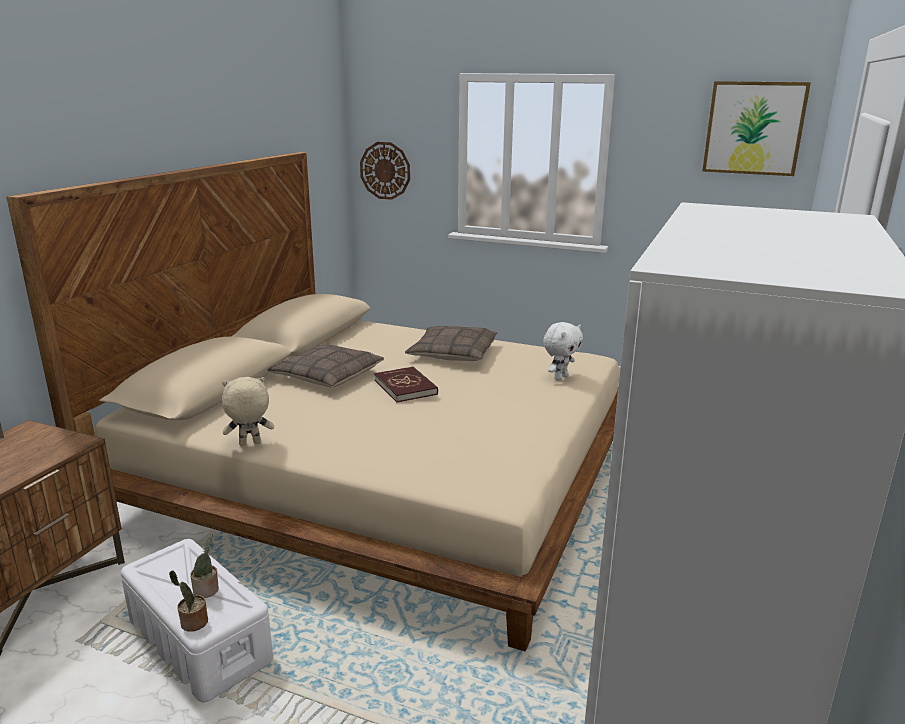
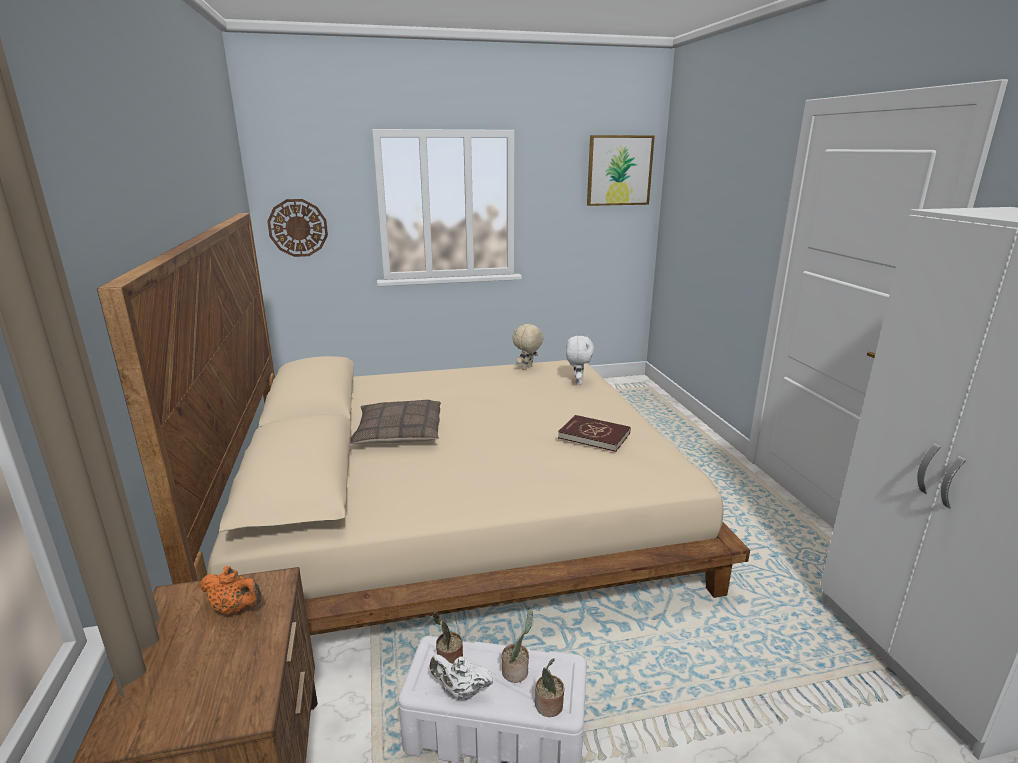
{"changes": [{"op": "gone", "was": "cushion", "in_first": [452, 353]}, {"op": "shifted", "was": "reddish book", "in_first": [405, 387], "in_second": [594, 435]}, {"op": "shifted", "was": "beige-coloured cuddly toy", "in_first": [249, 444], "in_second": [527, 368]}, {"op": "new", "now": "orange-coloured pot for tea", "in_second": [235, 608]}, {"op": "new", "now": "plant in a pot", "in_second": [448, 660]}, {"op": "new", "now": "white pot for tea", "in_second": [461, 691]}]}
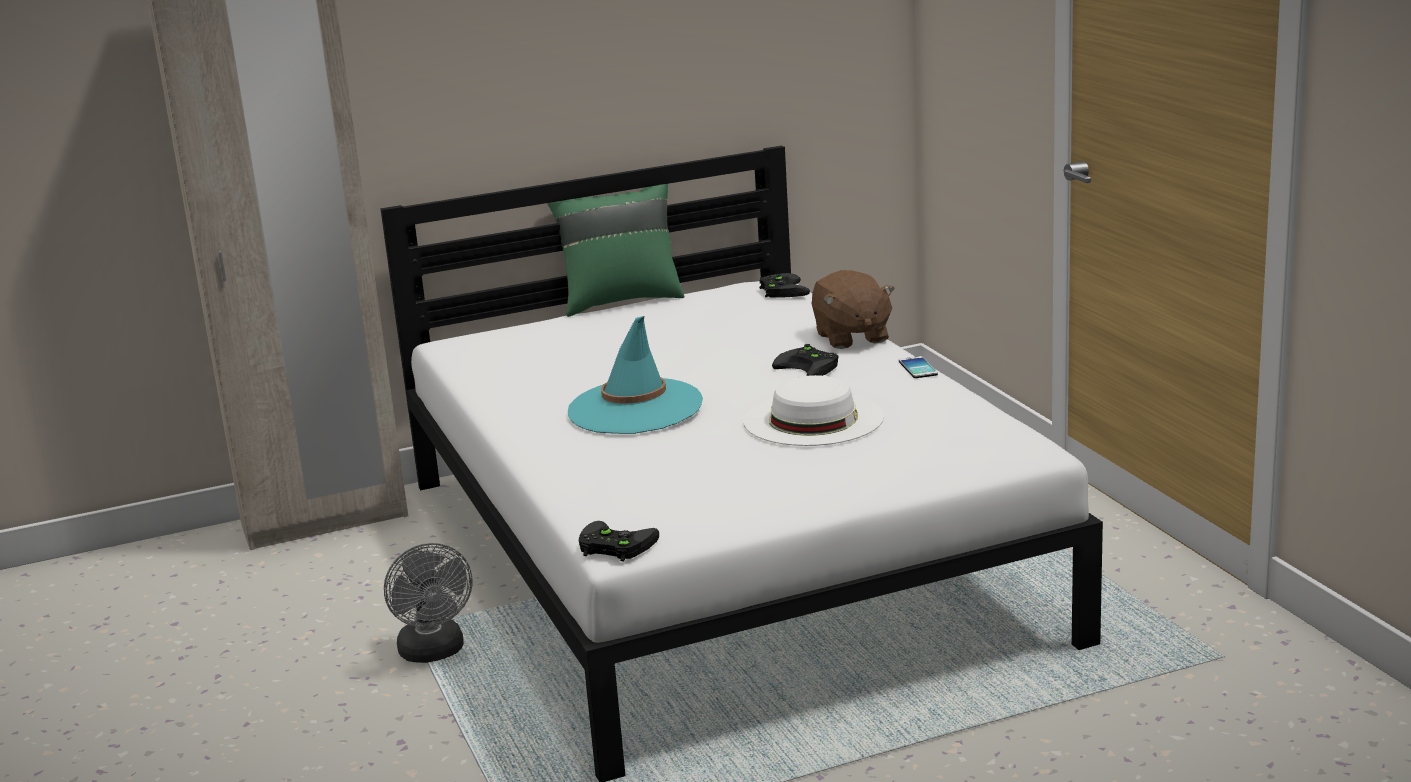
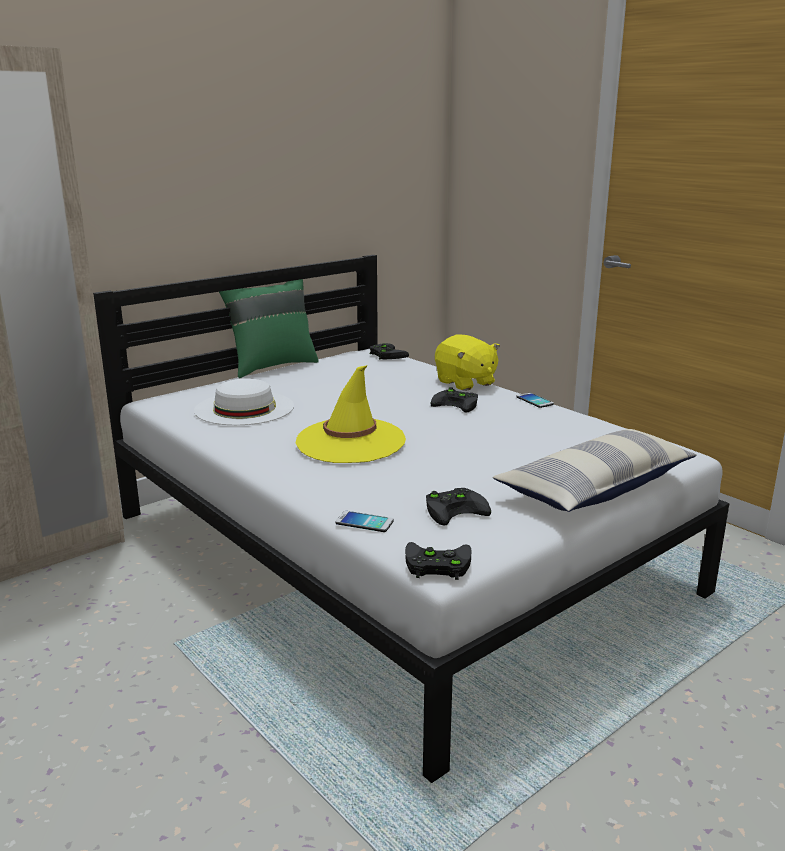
{"changes": [{"op": "repainted", "was": "brownish cuddly toy", "now": "yellow cuddly toy", "in_first": [851, 337], "in_second": [465, 383]}, {"op": "repainted", "was": "turquoise wearable hat", "now": "yellow wearable hat", "in_first": [635, 408], "in_second": [350, 441]}, {"op": "shifted", "was": "white wearable hat", "in_first": [813, 418], "in_second": [244, 408]}, {"op": "gone", "was": "gray cooling fan", "in_first": [434, 653]}, {"op": "new", "now": "cushion", "in_second": [596, 488]}, {"op": "new", "now": "black-coloured gamepad", "in_second": [456, 509]}, {"op": "new", "now": "telephone", "in_second": [364, 522]}]}
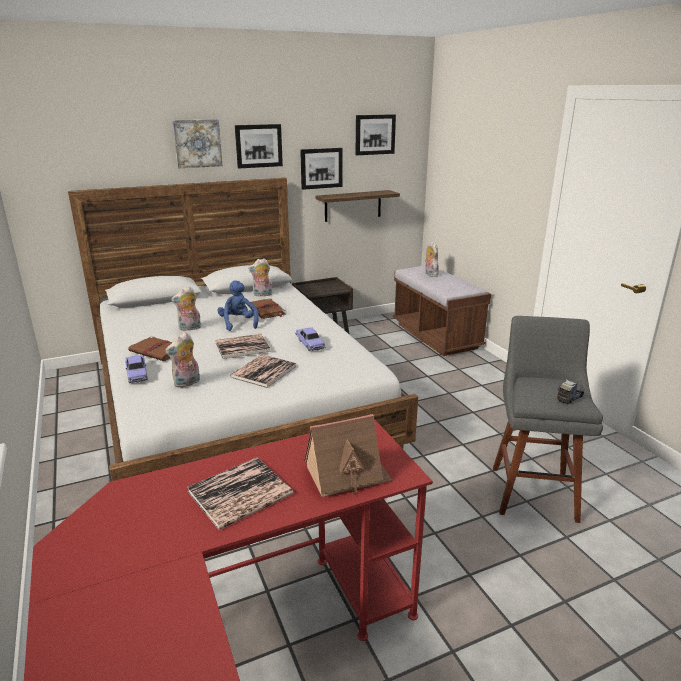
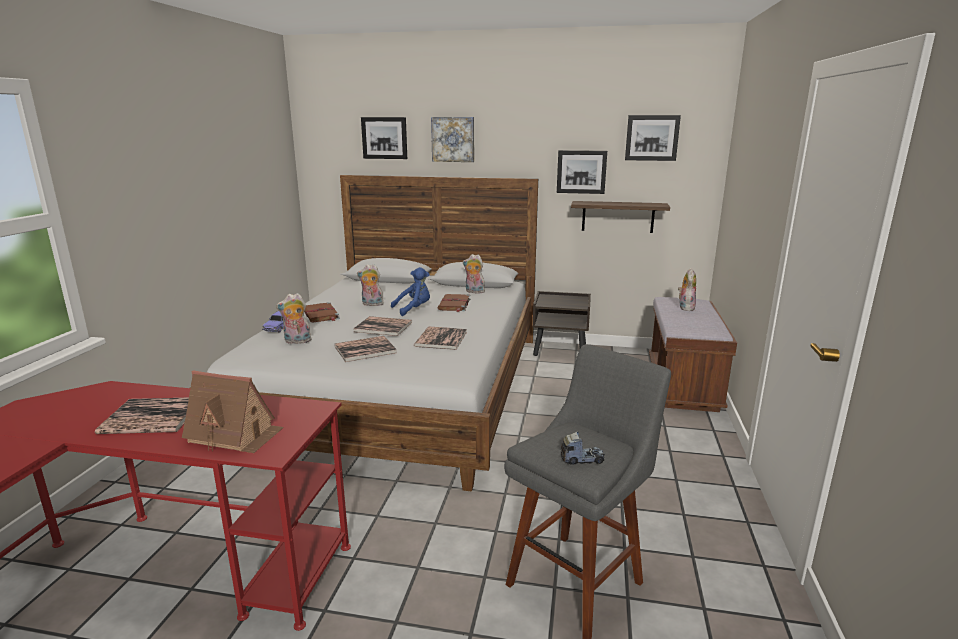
{"changes": [{"op": "shifted", "was": "wall picture", "in_first": [258, 146], "in_second": [384, 138]}, {"op": "rotated", "was": "blue cuddly toy", "in_first": [238, 323], "in_second": [414, 309], "clockwise": 45}, {"op": "swapped", "was": "miniature car", "now": "book", "in_first": [310, 344], "in_second": [441, 339]}]}
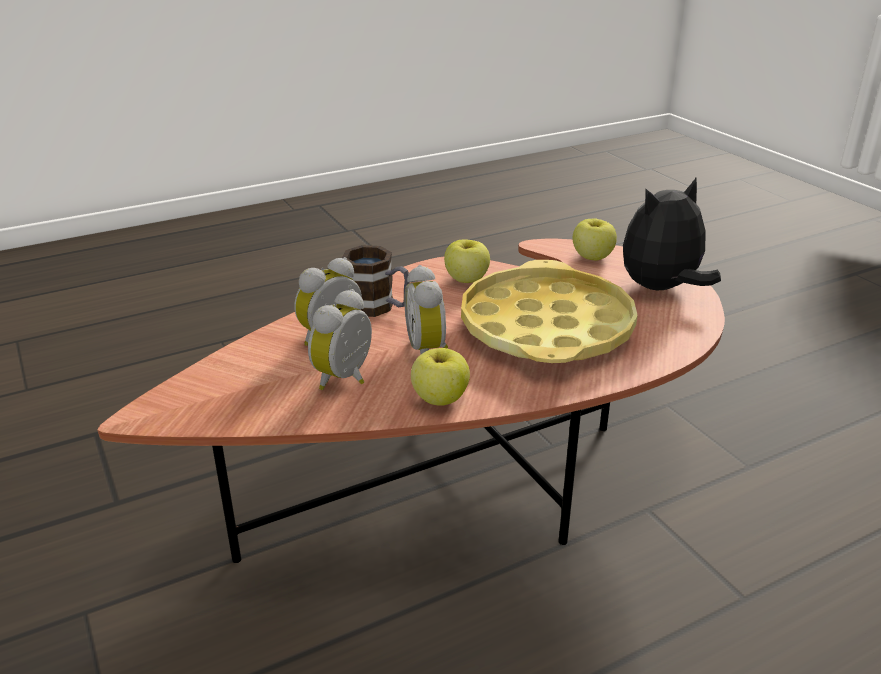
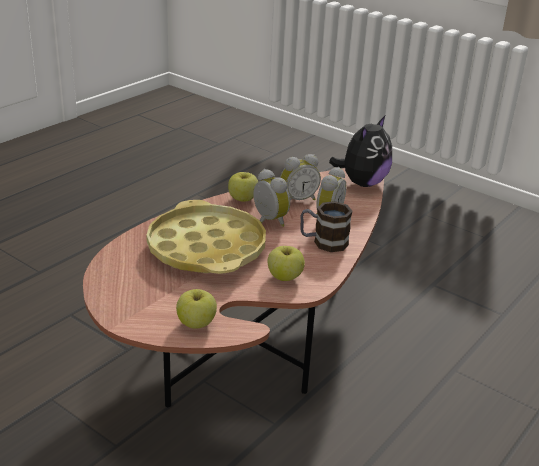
{"changes": [{"op": "shifted", "was": "cuddly toy", "in_first": [661, 289], "in_second": [362, 183]}, {"op": "rotated", "was": "bedside clock", "in_first": [347, 379], "in_second": [297, 200], "clockwise": 60}]}
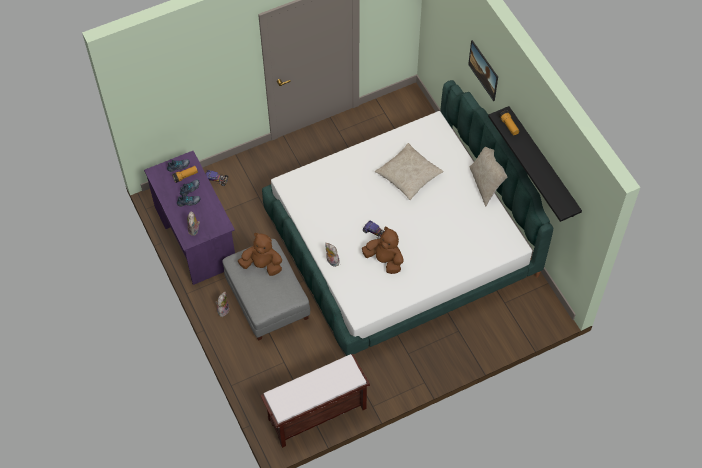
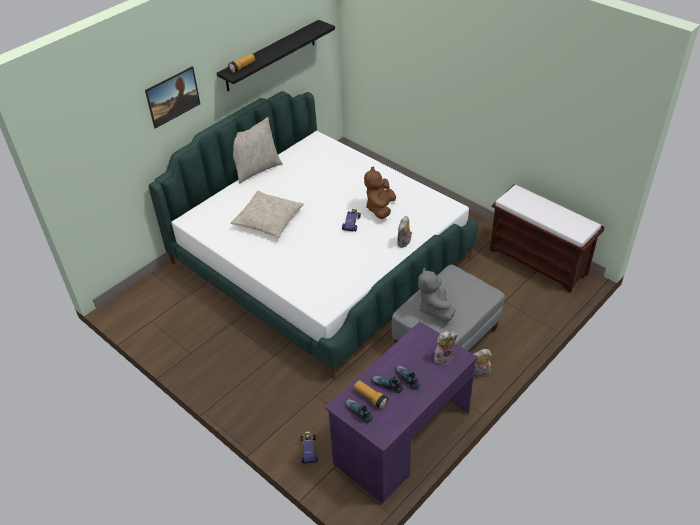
{"changes": [{"op": "repainted", "was": "brownish cuddly toy", "now": "gray cuddly toy", "in_first": [262, 265], "in_second": [434, 308]}]}
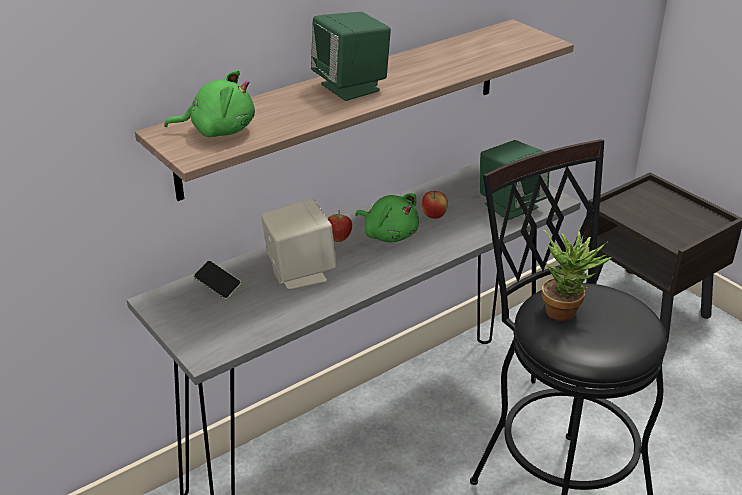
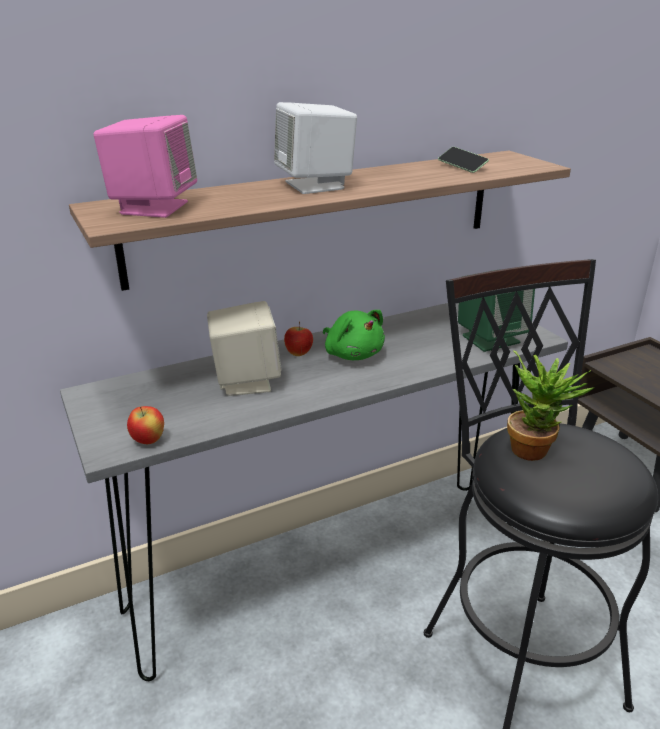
{"changes": [{"op": "repainted", "was": "green audio speaker", "now": "white audio speaker", "in_first": [351, 87], "in_second": [315, 185]}, {"op": "swapped", "was": "green cuddly toy", "now": "pink-coloured audio speaker", "in_first": [218, 130], "in_second": [153, 207]}, {"op": "shifted", "was": "whole apple", "in_first": [434, 216], "in_second": [148, 440]}, {"op": "shifted", "was": "telephone", "in_first": [218, 285], "in_second": [462, 167]}]}
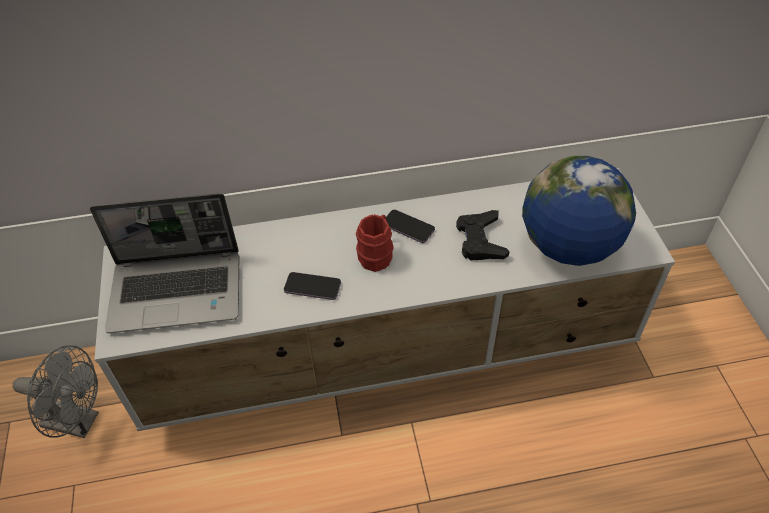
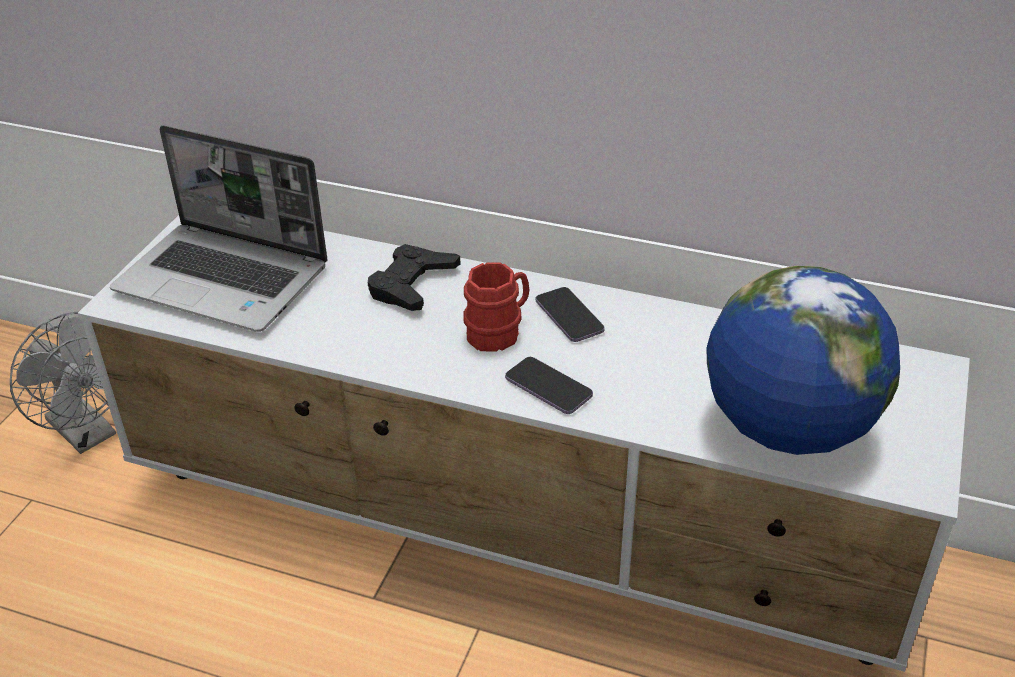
{"changes": [{"op": "shifted", "was": "black-coloured gamepad", "in_first": [480, 240], "in_second": [412, 284]}, {"op": "shifted", "was": "telephone", "in_first": [312, 287], "in_second": [548, 387]}]}
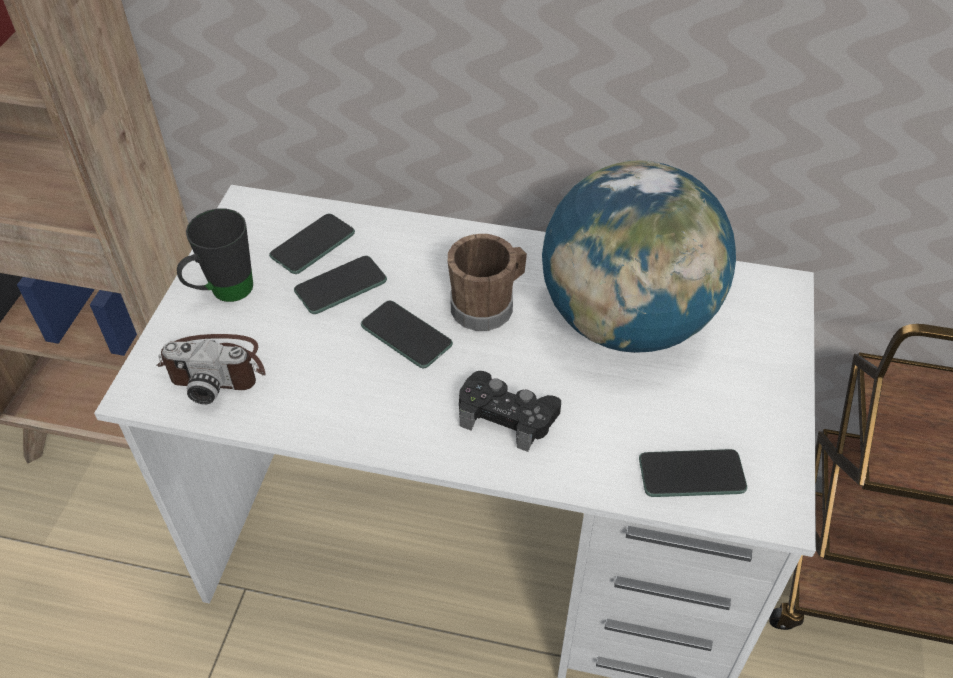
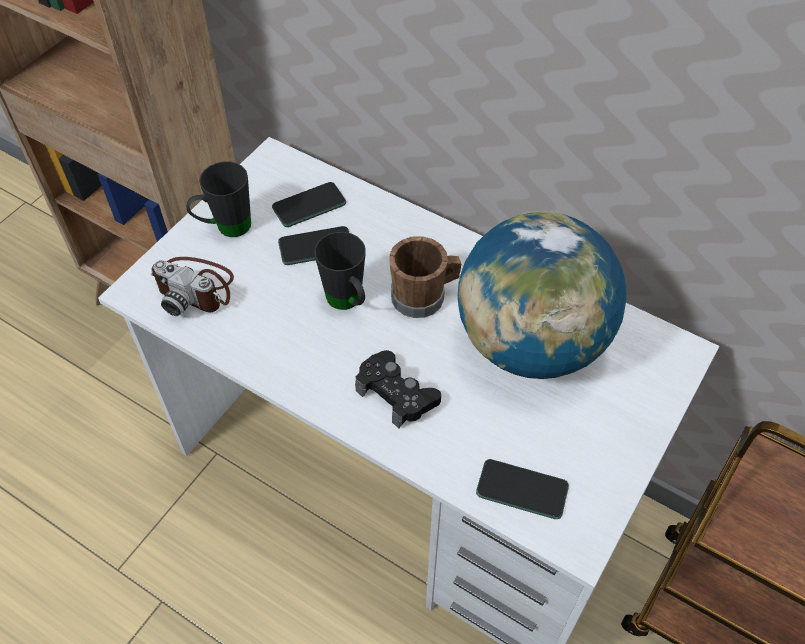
{"changes": [{"op": "swapped", "was": "telephone", "now": "black-coloured tea mug", "in_first": [406, 335], "in_second": [348, 303]}]}
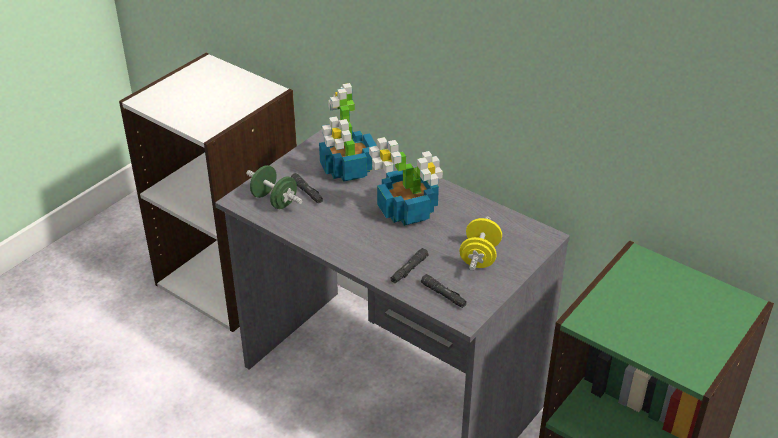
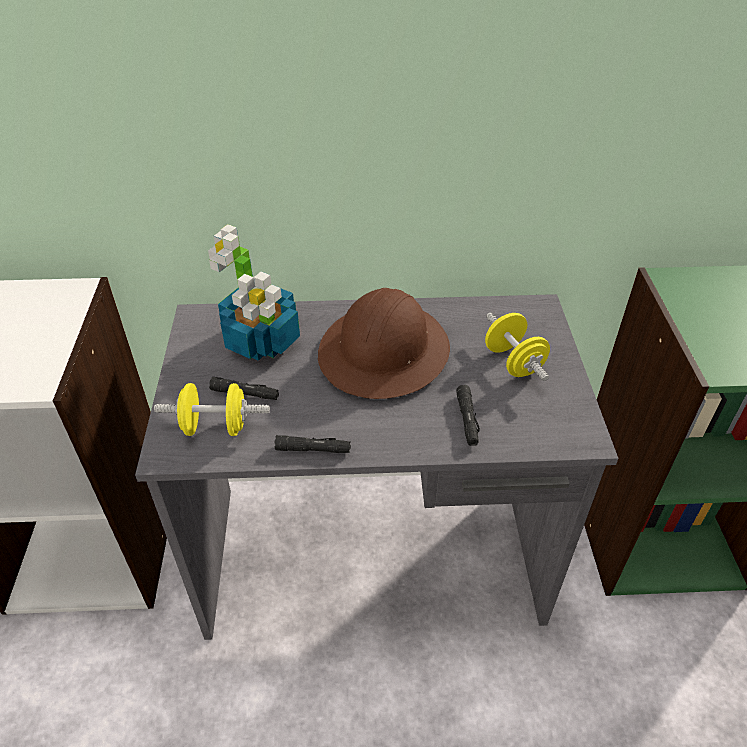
{"changes": [{"op": "swapped", "was": "plant in a pot", "now": "brownish hard hat", "in_first": [408, 211], "in_second": [384, 353]}, {"op": "repainted", "was": "green hand weight", "now": "yellow hand weight", "in_first": [274, 200], "in_second": [216, 427]}, {"op": "shifted", "was": "black-coloured hand torch", "in_first": [444, 295], "in_second": [313, 449]}]}
